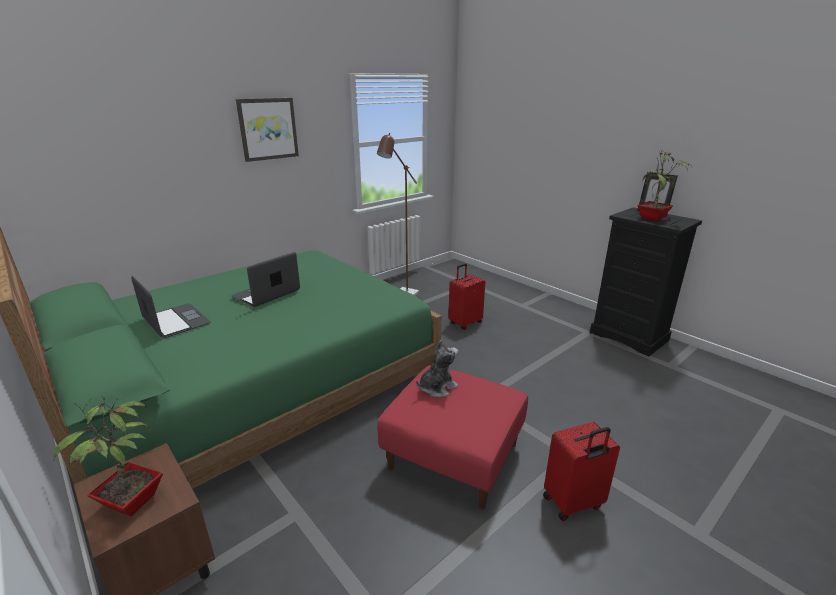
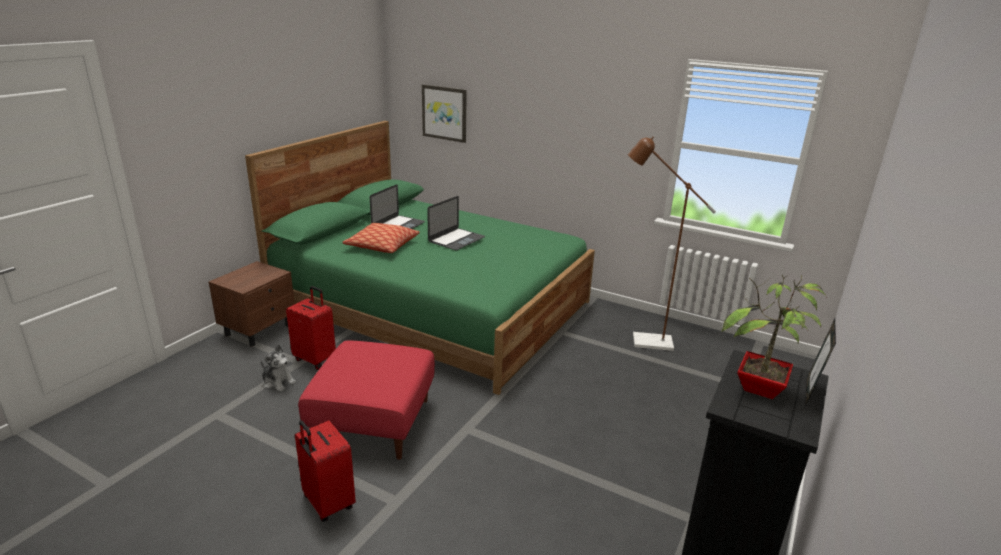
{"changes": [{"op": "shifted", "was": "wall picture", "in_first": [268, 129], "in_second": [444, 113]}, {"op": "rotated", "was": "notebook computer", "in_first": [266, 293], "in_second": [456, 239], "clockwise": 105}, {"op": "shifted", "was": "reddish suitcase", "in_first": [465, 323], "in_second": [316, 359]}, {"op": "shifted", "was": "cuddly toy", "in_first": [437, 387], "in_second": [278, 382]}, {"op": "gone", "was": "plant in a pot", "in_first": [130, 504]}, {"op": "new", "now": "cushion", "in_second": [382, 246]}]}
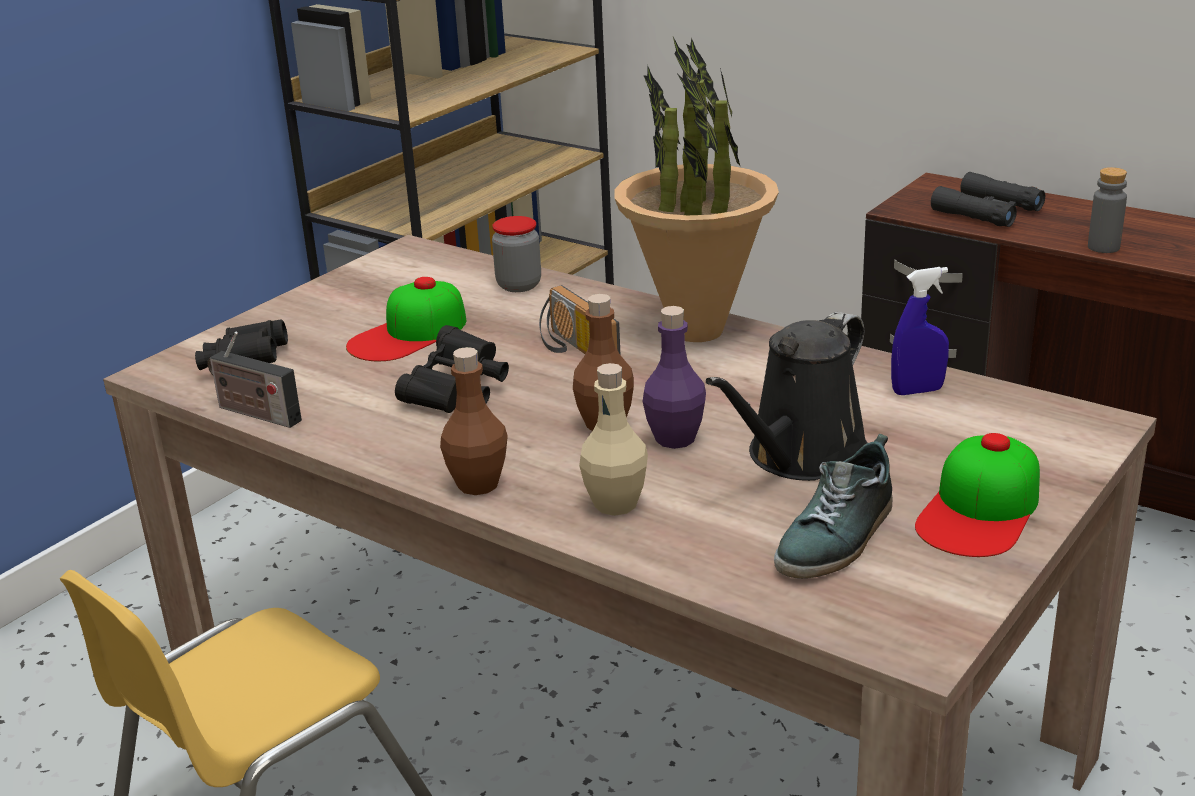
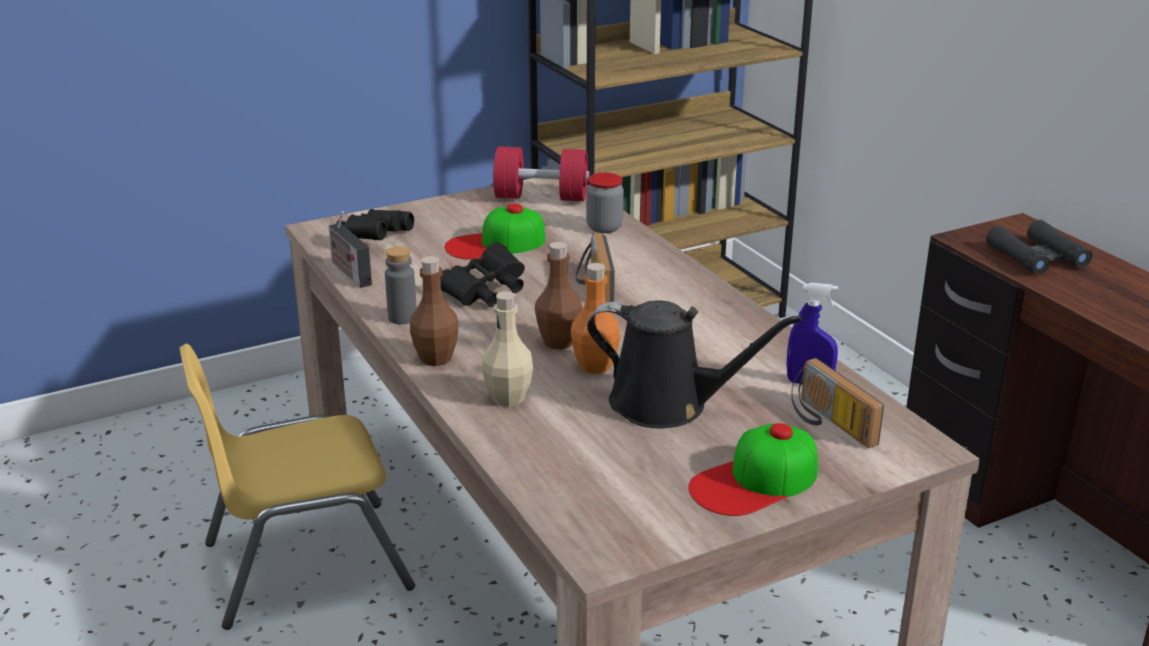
{"changes": [{"op": "gone", "was": "plant in a pot", "in_first": [698, 332]}, {"op": "shifted", "was": "gray beverage bottle", "in_first": [1103, 247], "in_second": [402, 318]}, {"op": "repainted", "was": "purplish beverage bottle", "now": "orange-coloured beverage bottle", "in_first": [675, 438], "in_second": [595, 366]}, {"op": "rotated", "was": "black-coloured watering pot", "in_first": [801, 457], "in_second": [668, 405], "clockwise": -135}, {"op": "gone", "was": "shoe", "in_first": [838, 537]}, {"op": "new", "now": "reddish hand weight", "in_second": [541, 197]}, {"op": "new", "now": "radio", "in_second": [828, 423]}]}
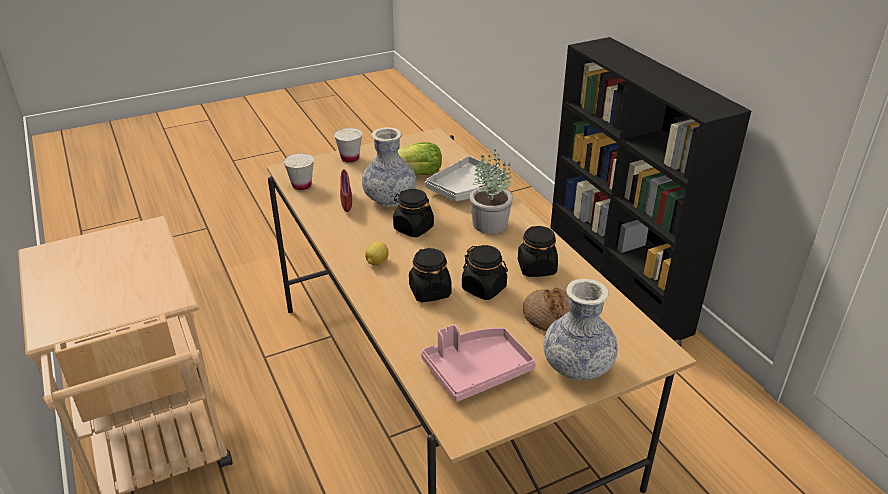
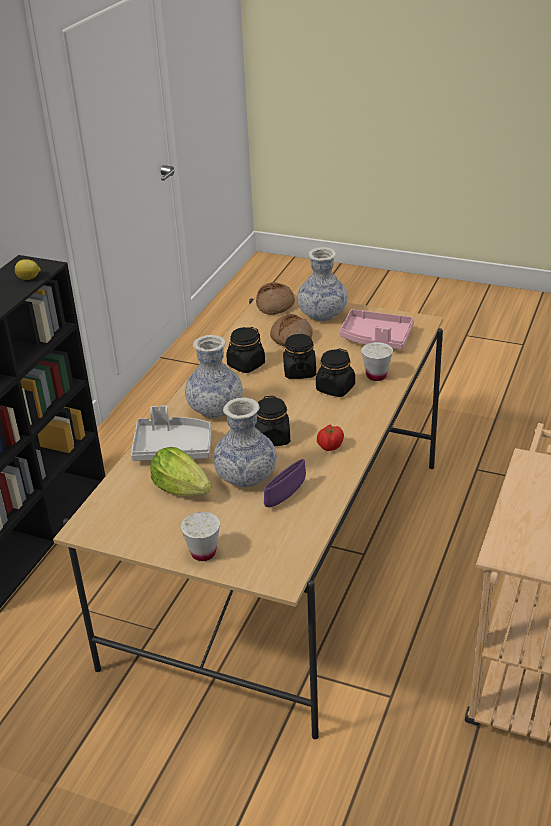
{"changes": [{"op": "swapped", "was": "plant in a pot", "now": "decorative vase", "in_first": [489, 223], "in_second": [215, 409]}, {"op": "shifted", "was": "white small cup", "in_first": [301, 185], "in_second": [376, 376]}, {"op": "repainted", "was": "reddish deep dish", "now": "purplish deep dish", "in_first": [346, 202], "in_second": [285, 496]}, {"op": "shifted", "was": "lemon", "in_first": [376, 262], "in_second": [29, 278]}, {"op": "new", "now": "bakery bread", "in_second": [275, 305]}, {"op": "new", "now": "fresh tomato", "in_second": [330, 446]}]}
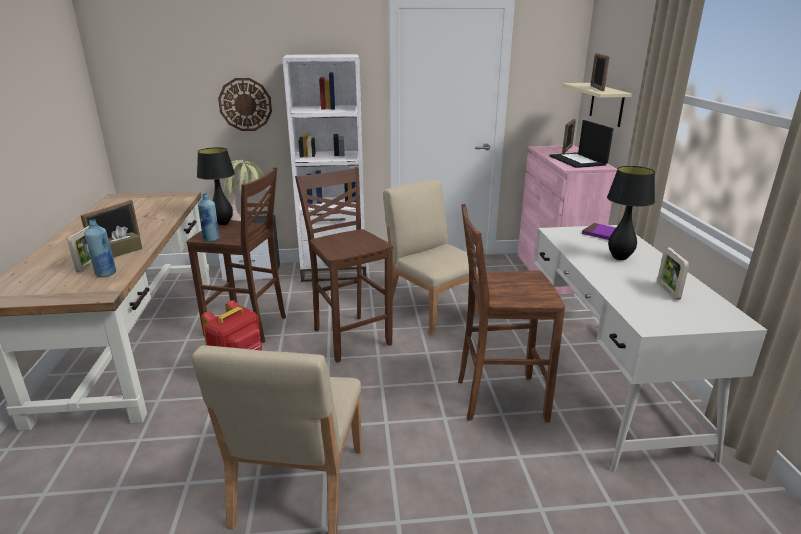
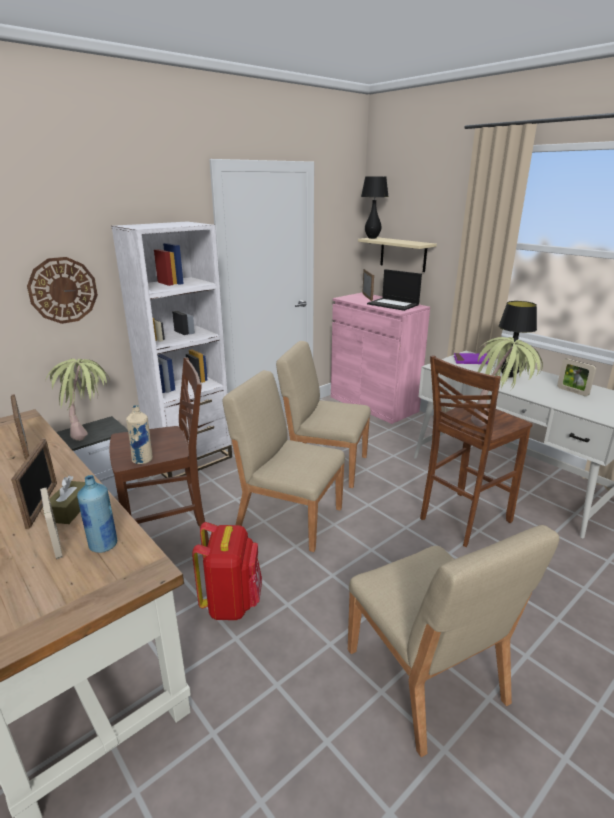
{"changes": [{"op": "shifted", "was": "photo frame", "in_first": [597, 88], "in_second": [25, 446]}, {"op": "shifted", "was": "black-coloured lamp for a table", "in_first": [223, 223], "in_second": [372, 238]}, {"op": "swapped", "was": "brownish stool", "now": "beige-coloured plain chair", "in_first": [350, 336], "in_second": [288, 517]}, {"op": "repainted", "was": "blue beverage bottle", "now": "beige-coloured beverage bottle", "in_first": [211, 239], "in_second": [143, 460]}, {"op": "new", "now": "plant in a pot", "in_second": [496, 421]}]}
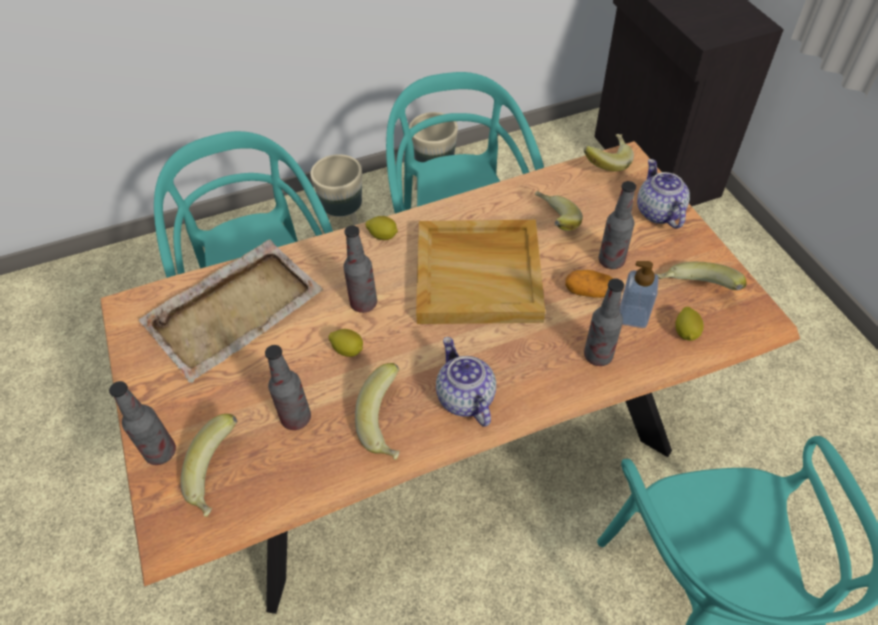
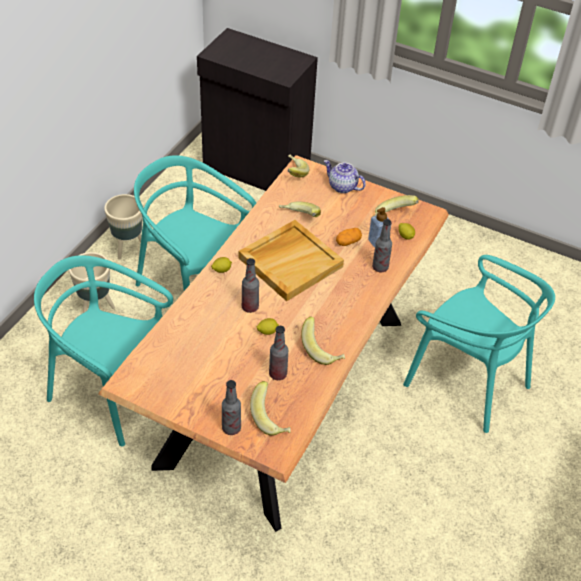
{"changes": [{"op": "gone", "was": "beverage bottle", "in_first": [611, 261]}, {"op": "gone", "was": "beige-coloured serving tray", "in_first": [236, 310]}, {"op": "gone", "was": "pot for tea", "in_first": [464, 398]}]}
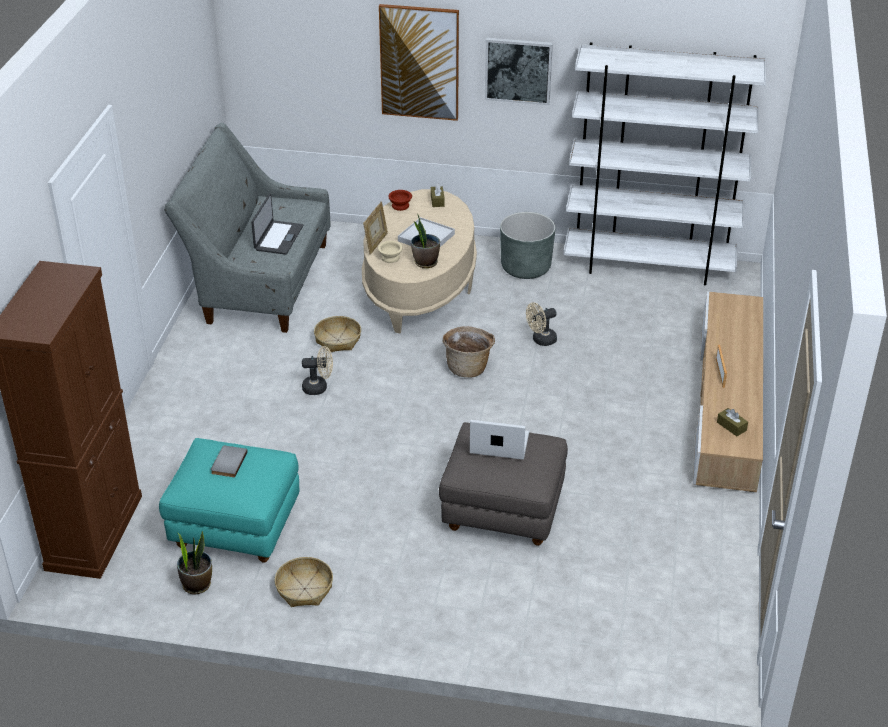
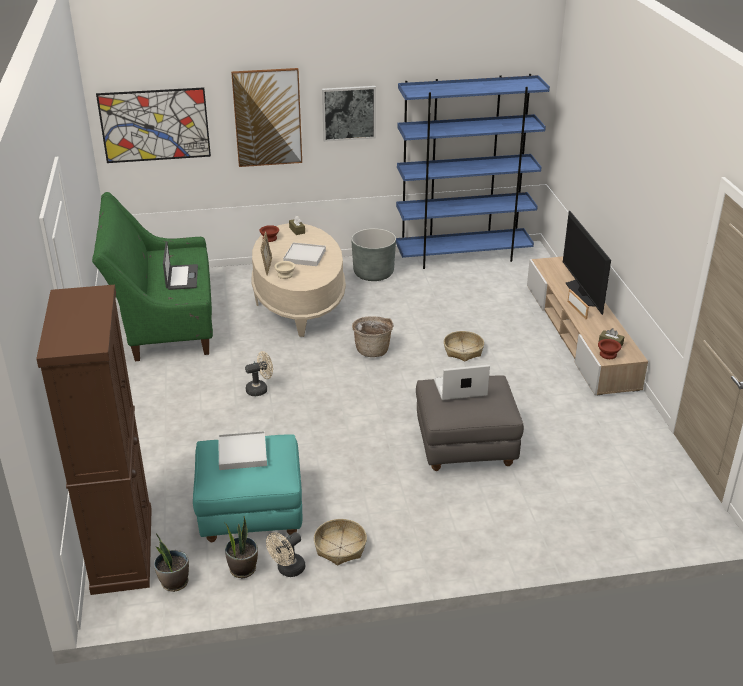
{"changes": [{"op": "repainted", "was": "white shelving unit", "now": "blue shelving unit", "in_first": [649, 266], "in_second": [463, 256]}, {"op": "repainted", "was": "gray couch", "now": "green couch", "in_first": [259, 282], "in_second": [163, 322]}, {"op": "shifted", "was": "plant in a pot", "in_first": [425, 262], "in_second": [174, 582]}, {"op": "shifted", "was": "beige-coloured cooling fan", "in_first": [541, 340], "in_second": [288, 570]}, {"op": "shifted", "was": "basket", "in_first": [338, 340], "in_second": [463, 351]}, {"op": "swapped", "was": "gray book", "now": "white serving tray", "in_first": [227, 462], "in_second": [242, 453]}, {"op": "new", "now": "wall picture", "in_second": [155, 125]}, {"op": "new", "now": "TV set", "in_second": [582, 293]}, {"op": "new", "now": "brownish deep dish", "in_second": [608, 354]}]}
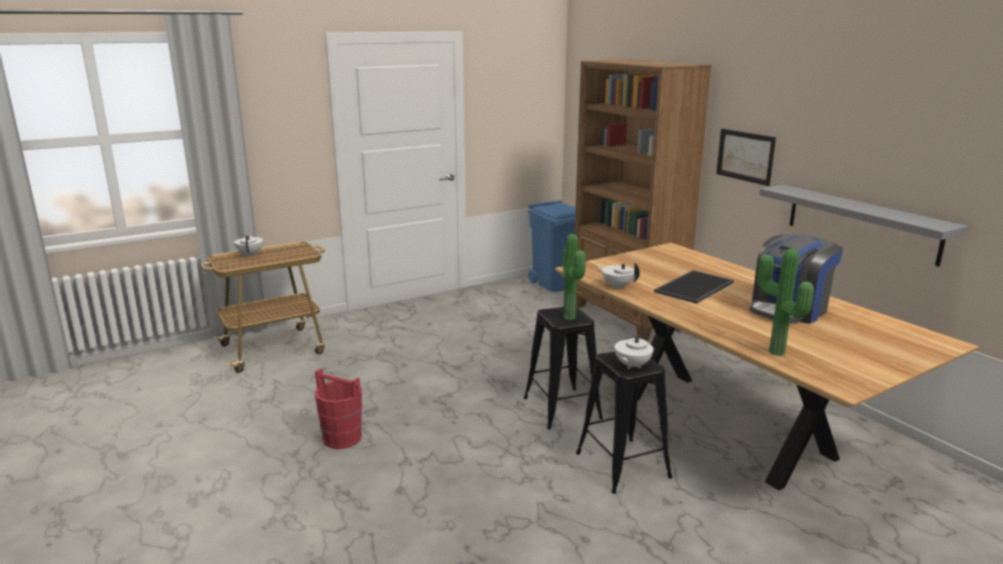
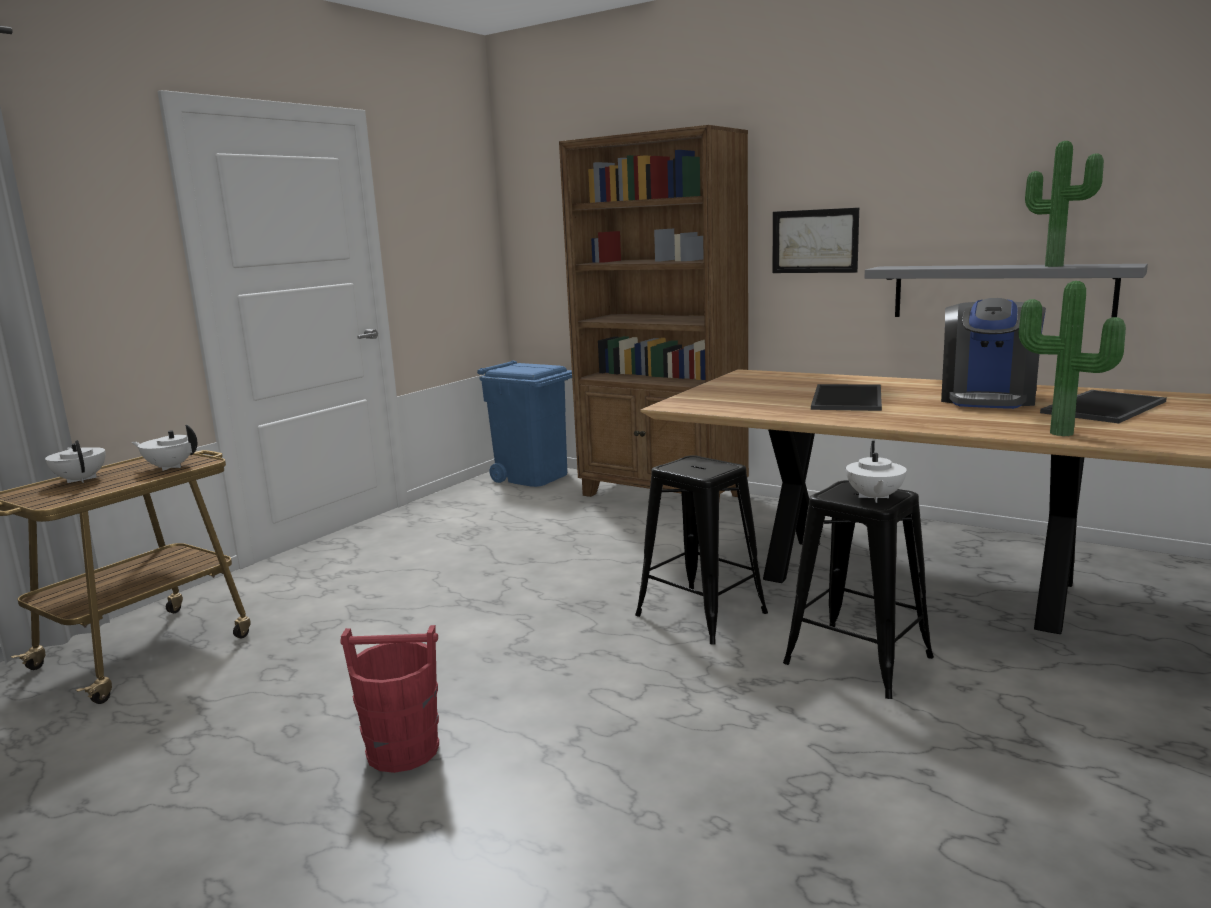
{"changes": [{"op": "shifted", "was": "plant in a pot", "in_first": [571, 317], "in_second": [1055, 265]}, {"op": "shifted", "was": "white pot for tea", "in_first": [617, 286], "in_second": [170, 467]}, {"op": "new", "now": "serving tray", "in_second": [1102, 407]}]}
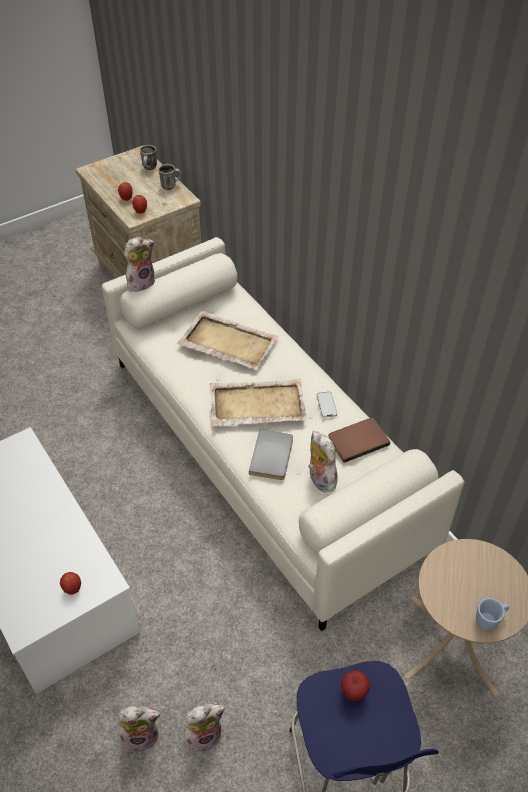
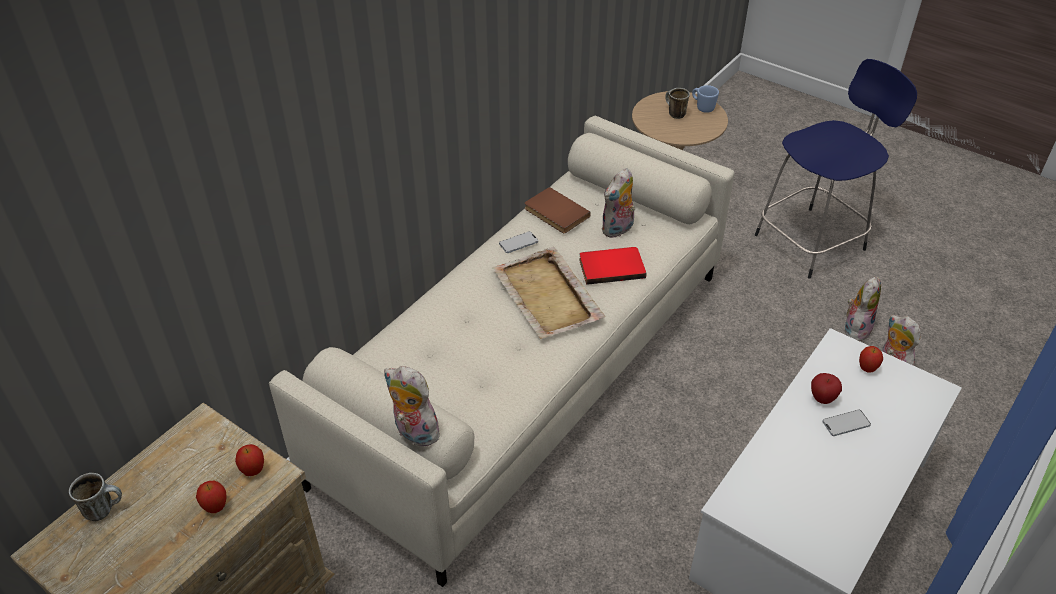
{"changes": [{"op": "shifted", "was": "tea mug", "in_first": [170, 185], "in_second": [674, 113]}, {"op": "gone", "was": "beige-coloured serving tray", "in_first": [227, 342]}, {"op": "repainted", "was": "gray book", "now": "reddish book", "in_first": [273, 456], "in_second": [611, 266]}, {"op": "shifted", "was": "whole apple", "in_first": [353, 692], "in_second": [822, 398]}, {"op": "rotated", "was": "cuddly toy", "in_first": [204, 734], "in_second": [855, 328], "clockwise": 75}, {"op": "new", "now": "telephone", "in_second": [846, 423]}]}
